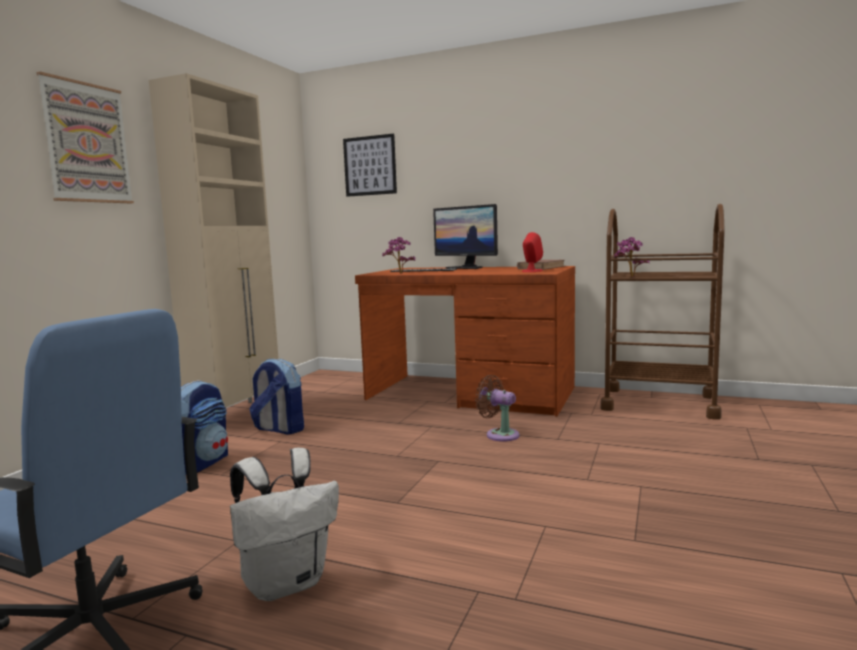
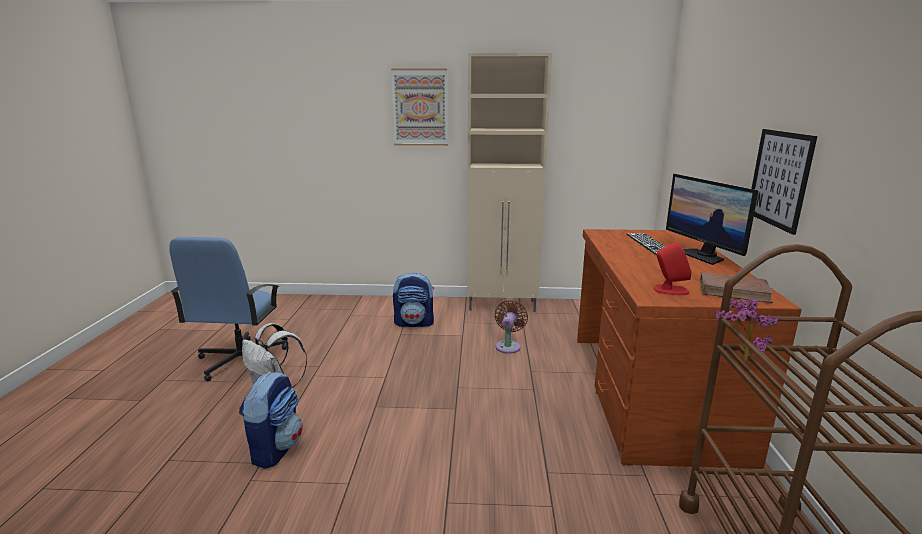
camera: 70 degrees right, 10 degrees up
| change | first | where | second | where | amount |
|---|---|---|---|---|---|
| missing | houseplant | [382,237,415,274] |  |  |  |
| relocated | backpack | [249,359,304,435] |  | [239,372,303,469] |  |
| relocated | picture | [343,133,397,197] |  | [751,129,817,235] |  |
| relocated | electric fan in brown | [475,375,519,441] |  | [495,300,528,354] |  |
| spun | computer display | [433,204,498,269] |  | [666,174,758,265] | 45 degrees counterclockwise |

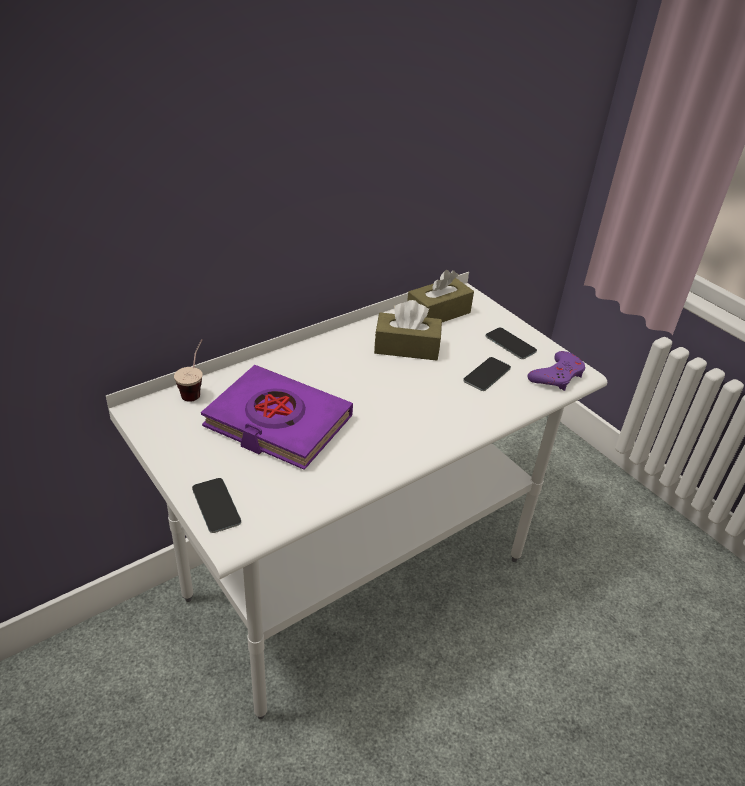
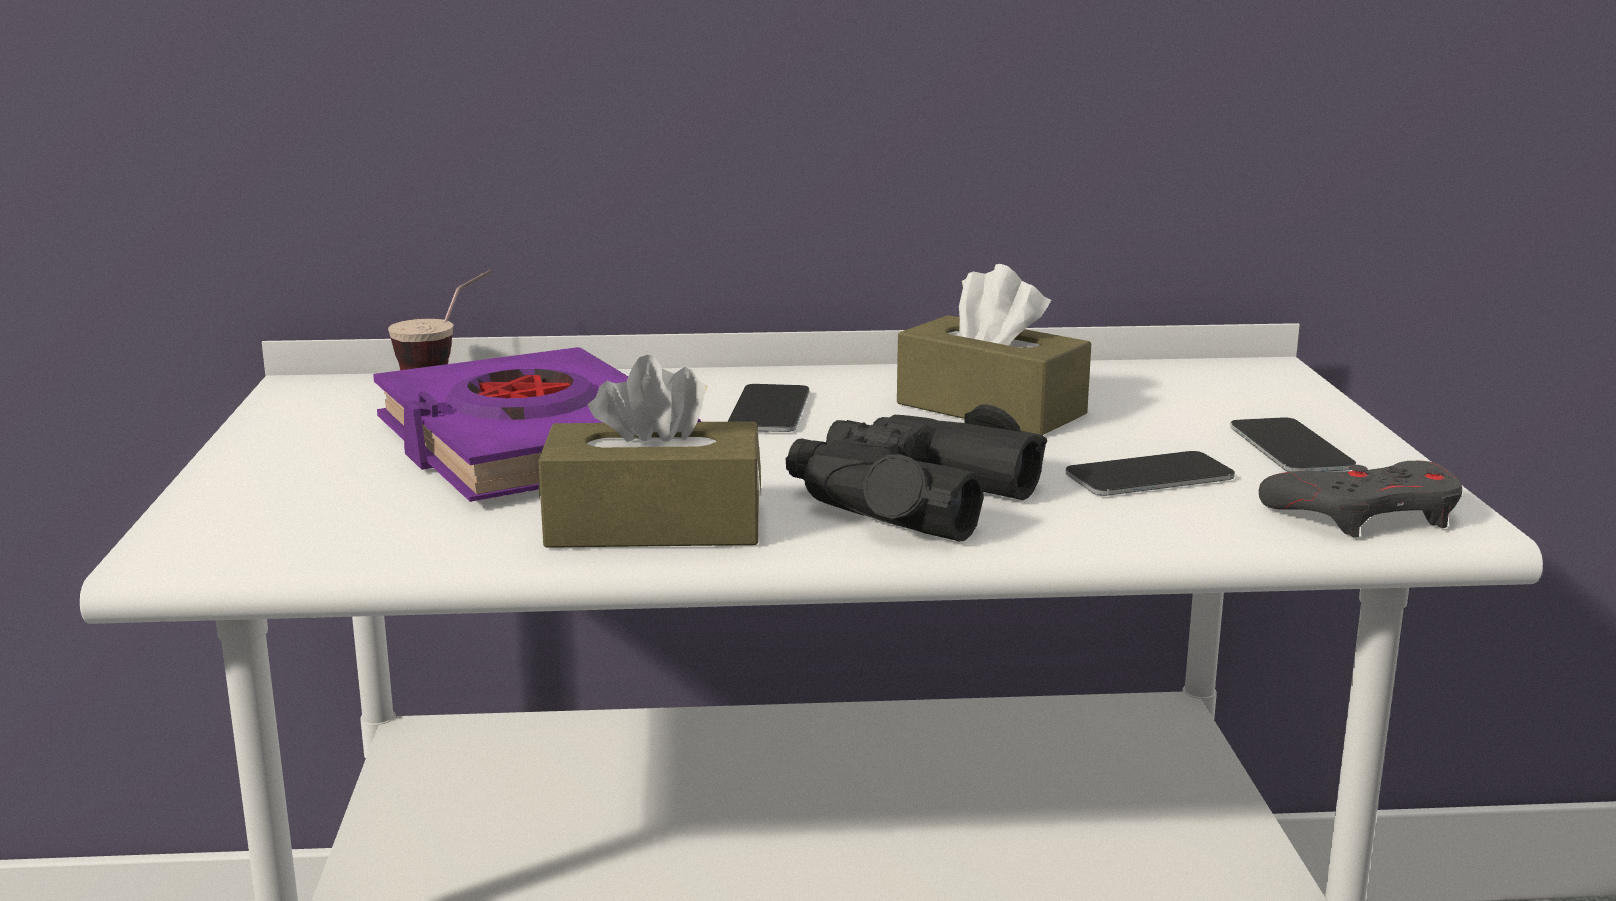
camera: 35 degrees right, 20 degrees down
| change | first | where | second | where | amount |
|---|---|---|---|---|---|
| appeared |  |  | binoculars in blackish | [785,404,1047,542] |  |
| relocated | handset | [192,478,241,533] |  | [727,384,809,432] |  |
| relocated | box of tissues in brown | [407,270,474,322] |  | [538,355,761,548] |  |
| colour | joypad in purple | [527,351,585,391] | joypad in grey | [1259,460,1462,537] |  |

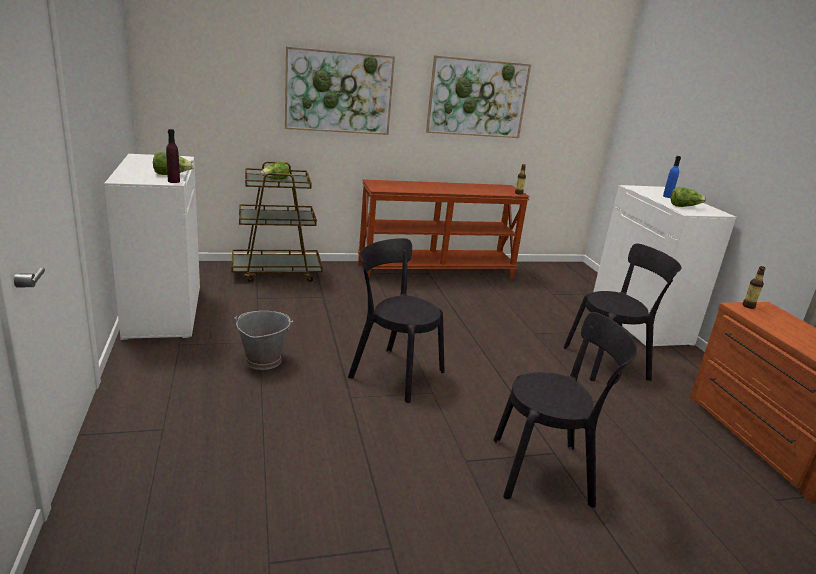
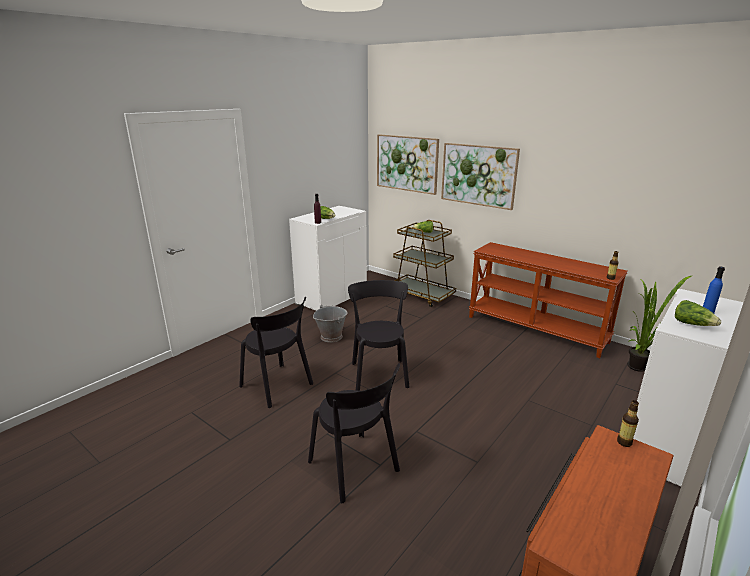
camera: 55 degrees right, 0 degrees up
| change | first | where | second | where | amount |
|---|---|---|---|---|---|
| appeared |  |  | houseplant | [627,276,692,372] |  |
| relocated | picture | [426,55,531,138] |  | [377,134,439,195] |  |
| relocated | plain chair in blackish | [563,243,681,381] |  | [239,297,313,408] |  |

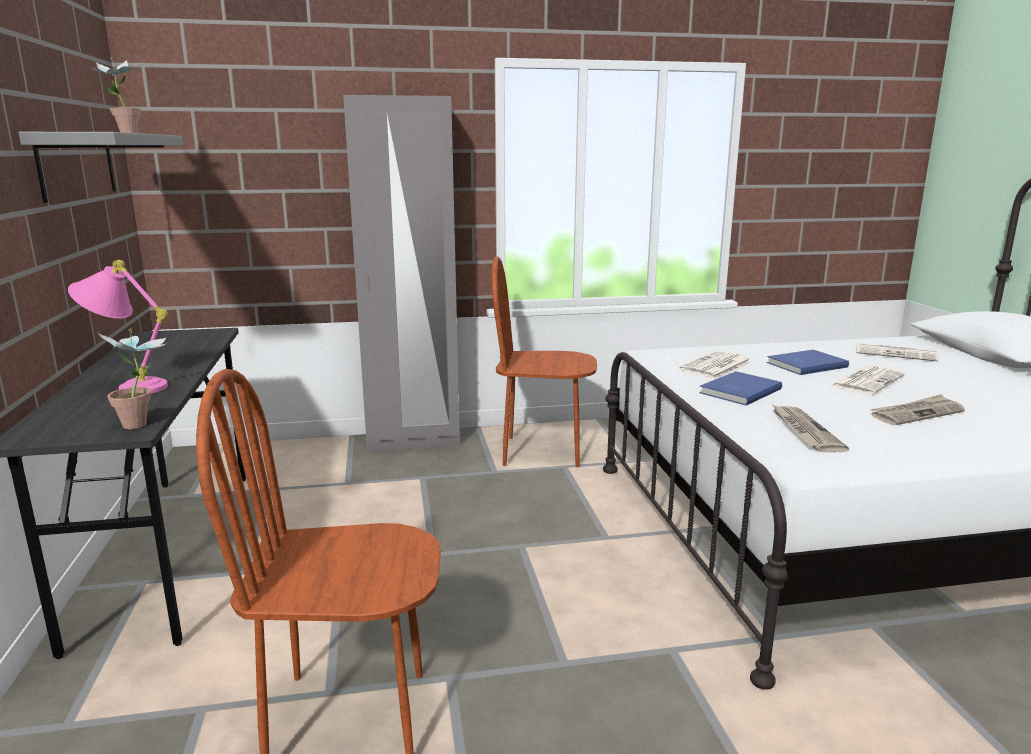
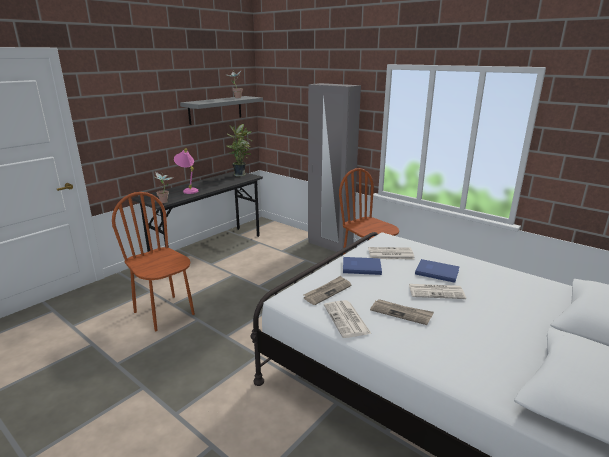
camera: 50 degrees right, 5 degrees up
| change | first | where | second | where | amount |
|---|---|---|---|---|---|
| appeared |  |  | houseplant | [227,124,253,177] |  |
| relocated | printed paper | [856,343,939,361] |  | [324,300,372,338] |  |

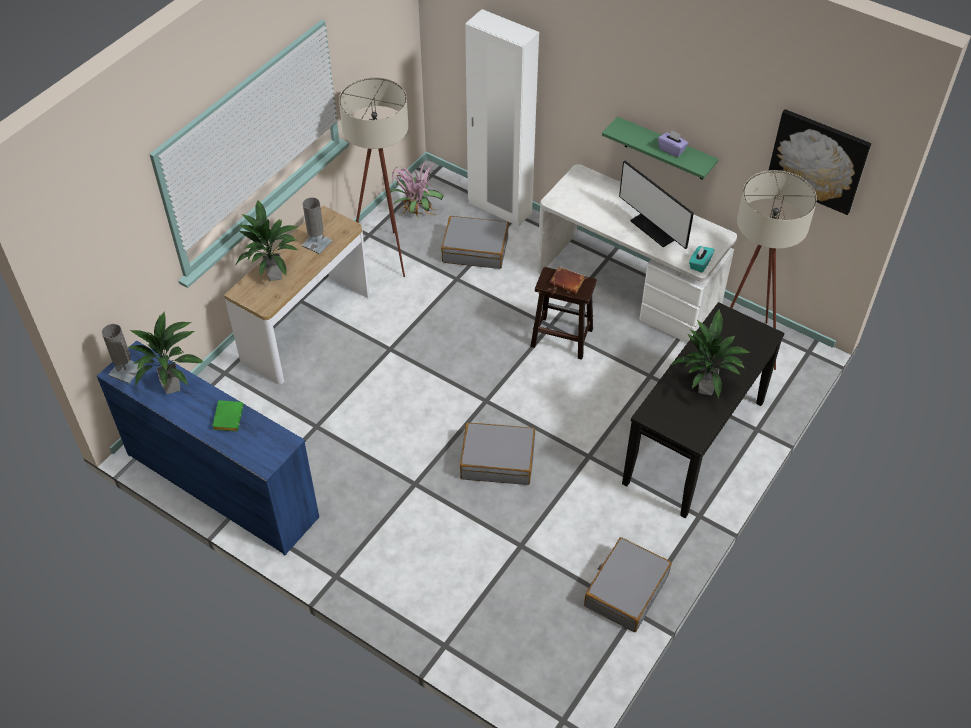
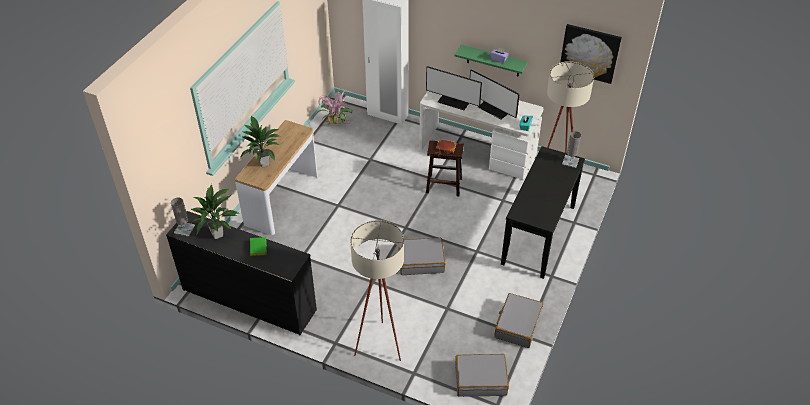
camera: 10 degrees left, 5 degrees down
| change | first | where | second | where | amount |
|---|---|---|---|---|---|
| missing | houseplant | [671,310,751,398] |  |  |  |
| appeared |  |  | computer display | [426,66,482,110] |  |
| relocated | lamp for a table in grey | [302,197,332,254] |  | [562,131,581,168] |  |
| relocated | standard lamp in sand-coloured | [339,77,408,277] |  | [350,220,404,361] |  |
| relocated | suitcase in grey | [441,216,509,269] |  | [455,354,509,397] |  |
| colour | chest of drawers in blue | [97,340,319,555] | chest of drawers in blackish | [166,211,317,335] |  |

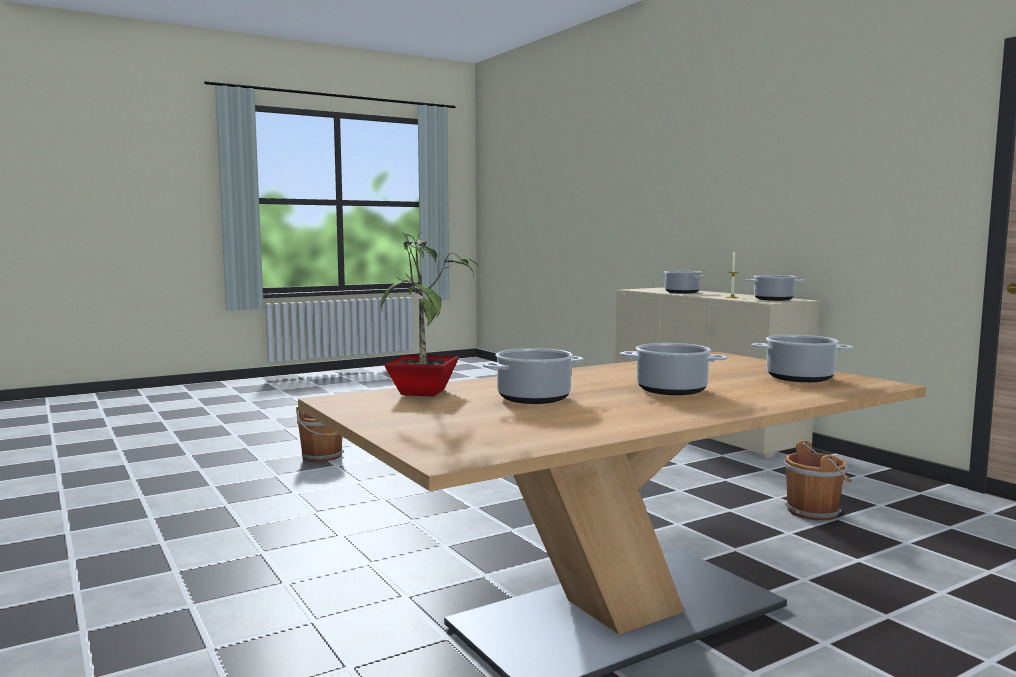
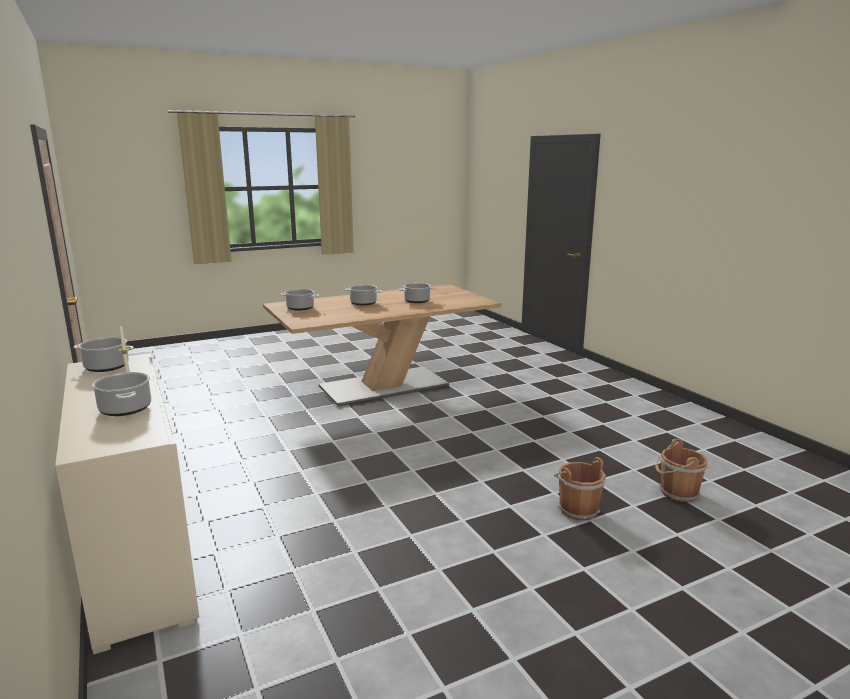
camera: 175 degrees left, 10 degrees up
| change | first | where | second | where | amount |
|---|---|---|---|---|---|
| missing | houseplant | [381,232,476,397] |  |  |  |
| relocated | bucket in brown | [782,440,852,521] |  | [655,438,709,502] |  |

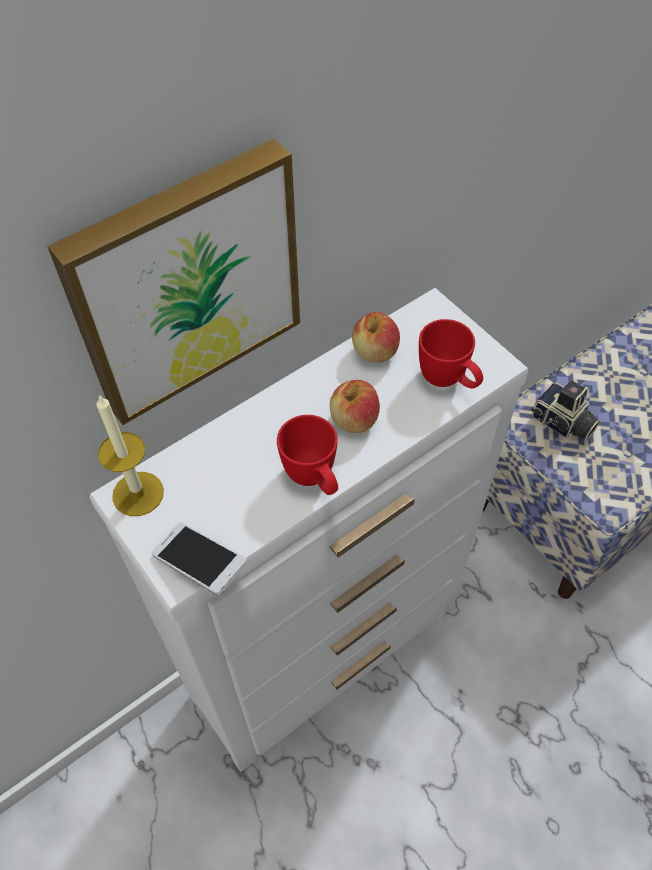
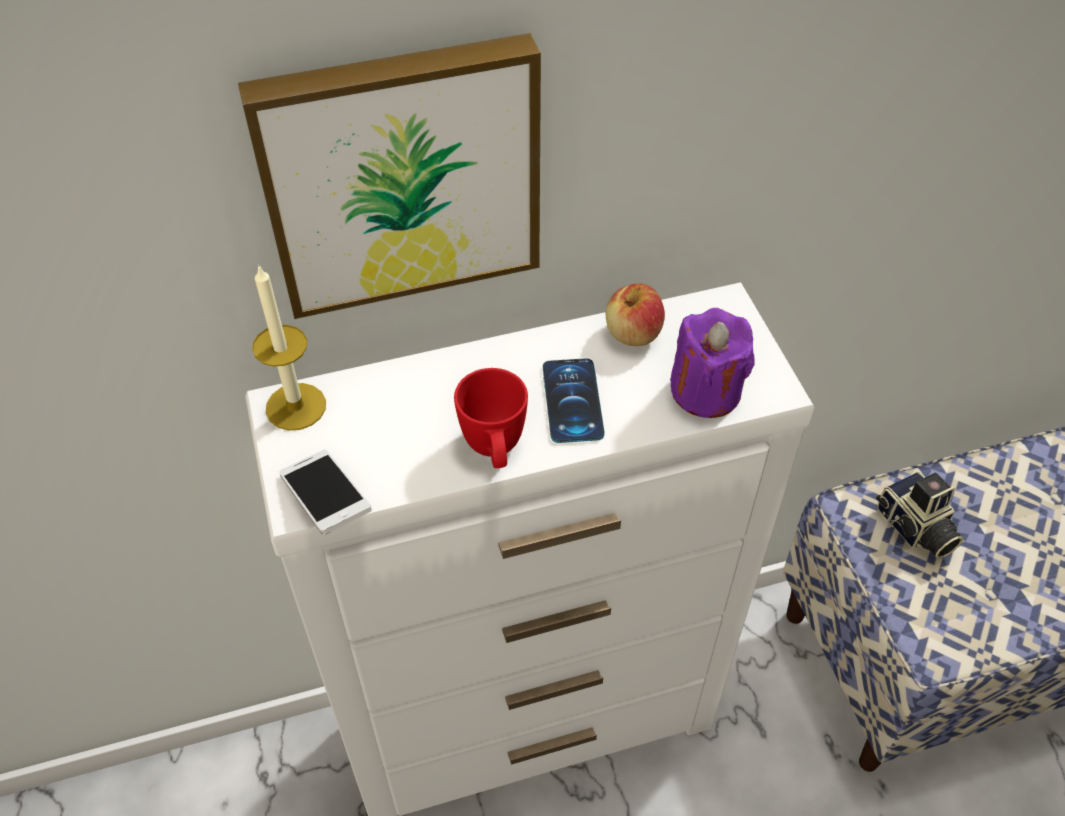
camera: 20 degrees right, 5 degrees down
| change | first | where | second | where | amount |
|---|---|---|---|---|---|
| exchanged | whole apple | [330,380,380,433] | handset | [543,358,605,443] |  |
| exchanged | mug in red-coloured | [419,319,483,389] | wax light in purple | [670,308,755,418] |  |

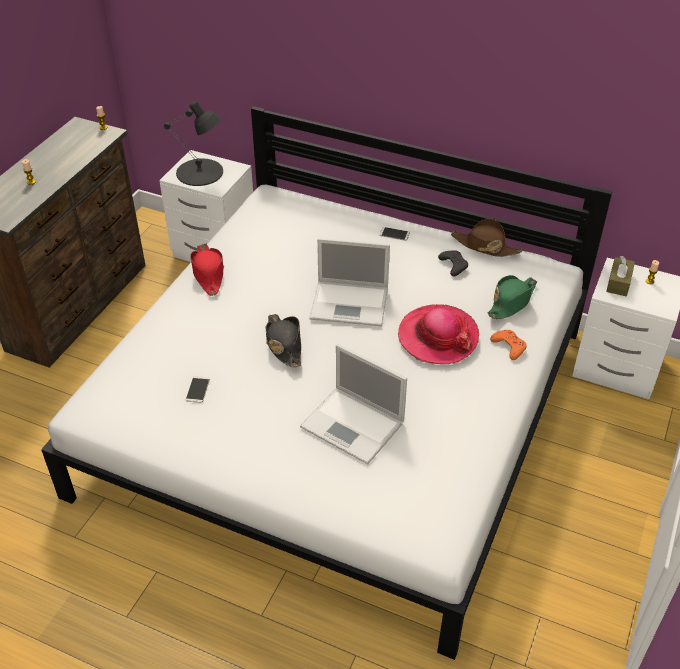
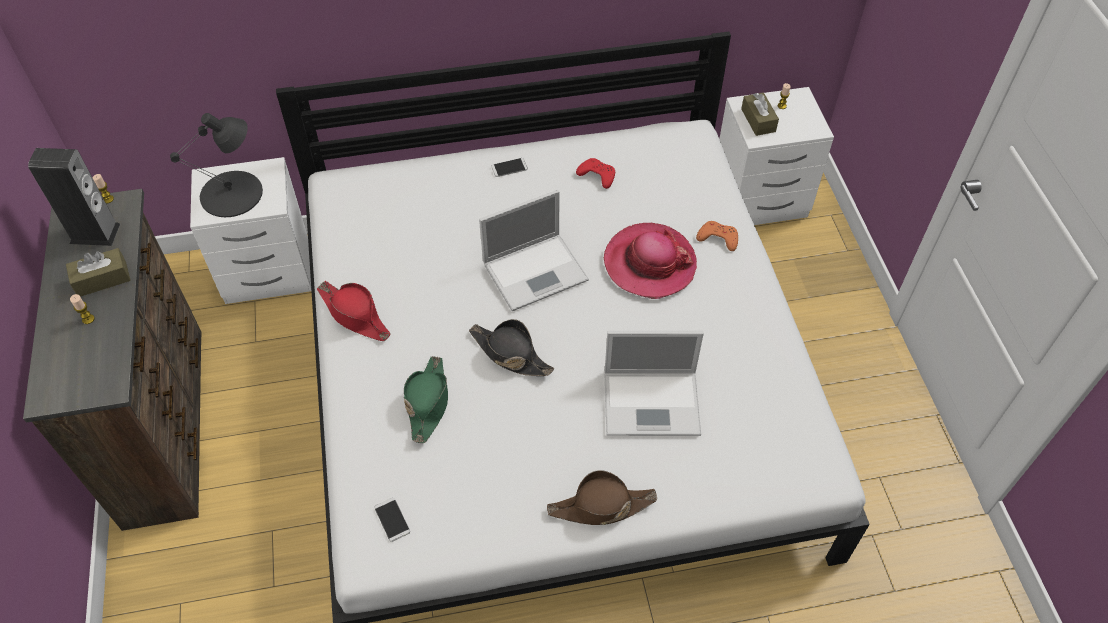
camera: 35 degrees left, 10 degrees up
| change | first | where | second | where | amount |
|---|---|---|---|---|---|
| appeared |  |  | speaker | [28,148,120,246] |  |
| appeared |  |  | box of tissues in brown | [66,248,131,297] |  |
| relocated | handset | [186,376,210,403] |  | [374,498,410,542] |  |
| relocated | clothing hat in brown | [451,218,523,257] |  | [547,470,657,525] |  |
| relocated | clothing hat in greenish | [488,275,537,319] |  | [404,356,448,443] |  |
| colour | joypad in blackish | [438,250,468,277] | joypad in red-coloured | [576,158,615,189] |  |

